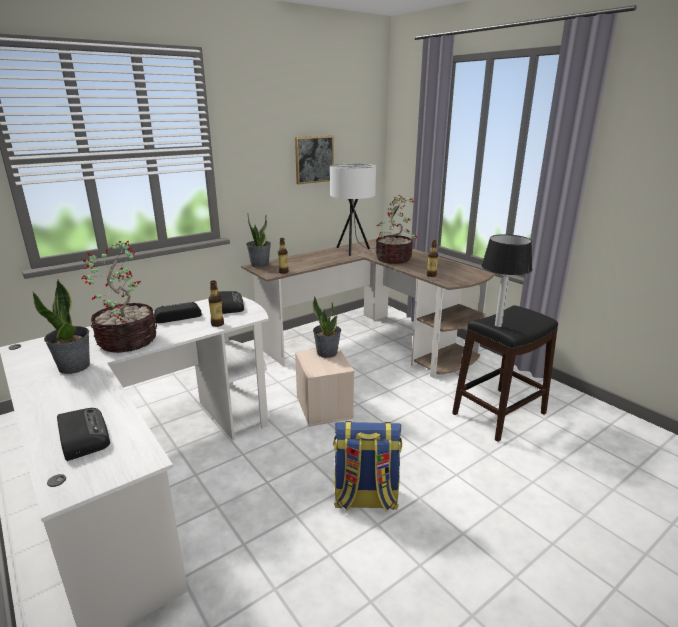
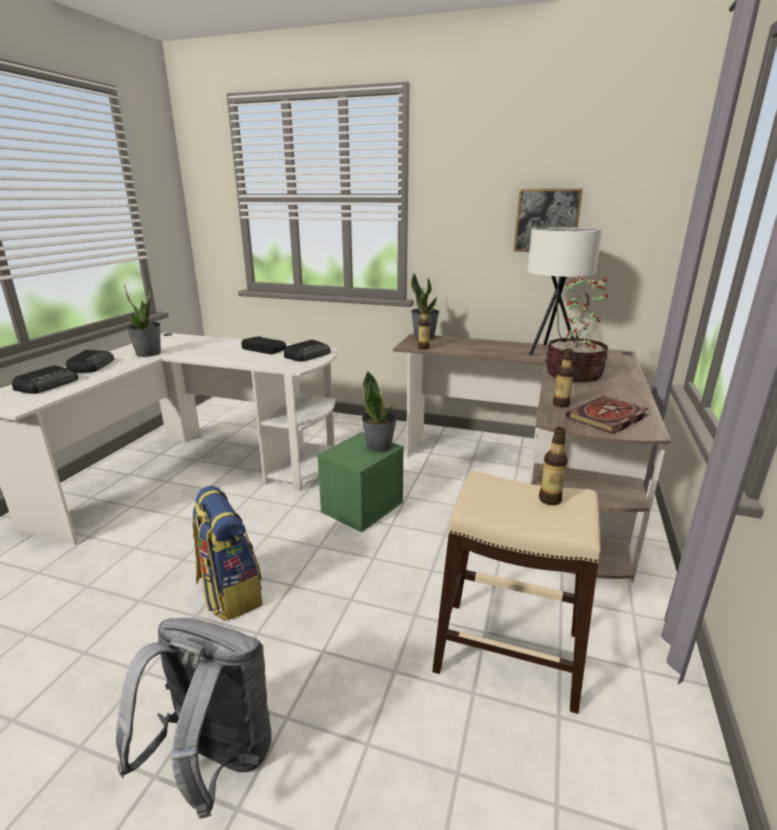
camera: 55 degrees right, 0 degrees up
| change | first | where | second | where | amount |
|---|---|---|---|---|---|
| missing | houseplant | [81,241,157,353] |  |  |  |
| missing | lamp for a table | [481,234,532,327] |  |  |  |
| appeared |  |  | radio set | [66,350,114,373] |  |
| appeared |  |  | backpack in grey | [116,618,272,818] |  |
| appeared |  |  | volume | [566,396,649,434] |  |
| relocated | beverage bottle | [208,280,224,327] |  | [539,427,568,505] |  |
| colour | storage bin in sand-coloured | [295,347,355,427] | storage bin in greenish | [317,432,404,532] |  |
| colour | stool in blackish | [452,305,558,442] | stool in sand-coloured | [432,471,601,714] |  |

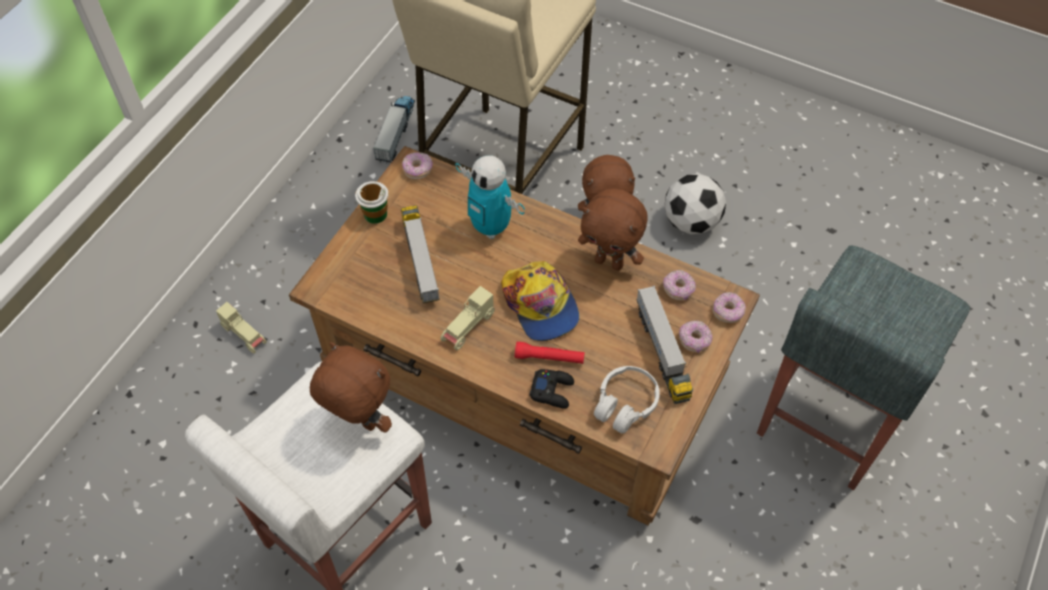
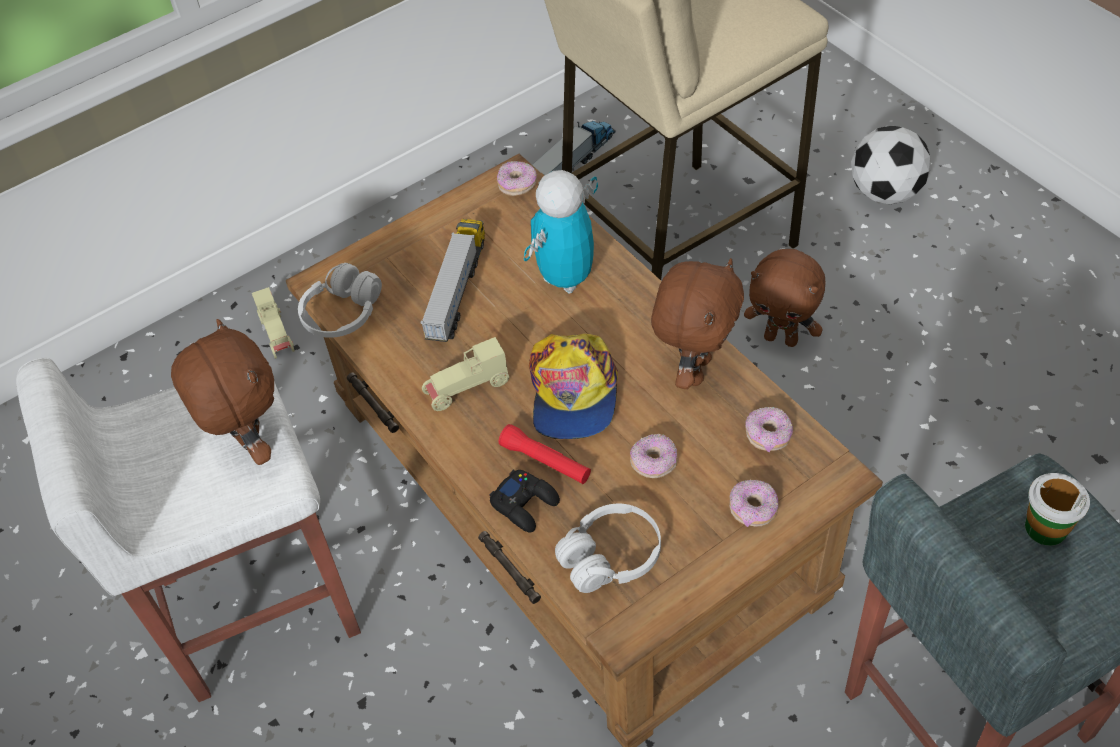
camera: 30 degrees right, 5 degrees down
| change | first | where | second | where | amount |
|---|---|---|---|---|---|
| missing | toy lorry | [636,286,693,404] |  |  |  |
| appeared |  |  | pair of headphones in white-coloured | [298,263,382,338] |  |
| relocated | small cup | [355,181,388,224] |  | [1025,473,1090,546] |  |
| relocated | football ball | [664,174,726,235] |  | [851,126,931,205] |  |
| relocated | donut | [712,292,746,323] |  | [630,434,678,478] |  |
| spun | model robot | [455,155,525,239] |  | [523,170,598,293] | 60 degrees clockwise |
| spun | soft toy in brown | [578,188,647,271] |  | [651,258,744,389] | 120 degrees counterclockwise |

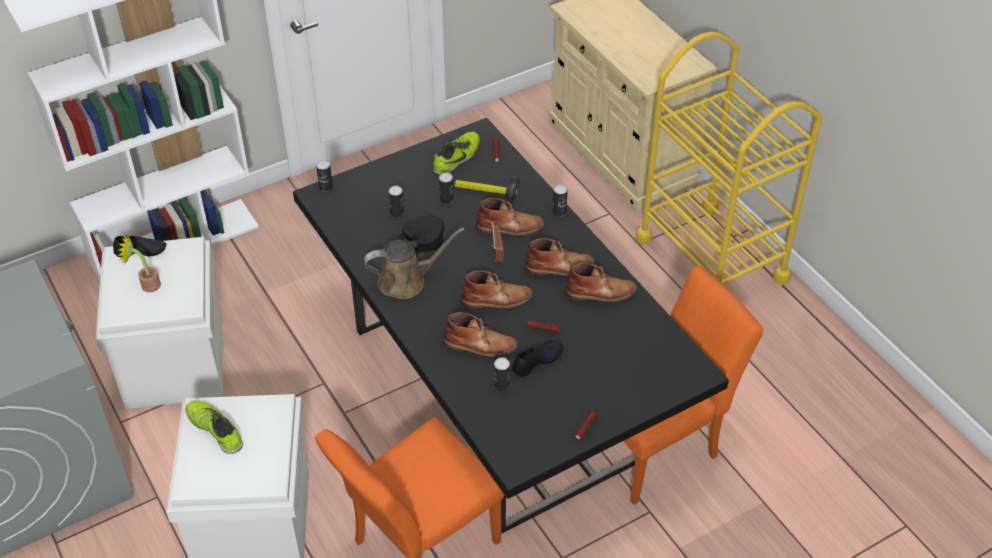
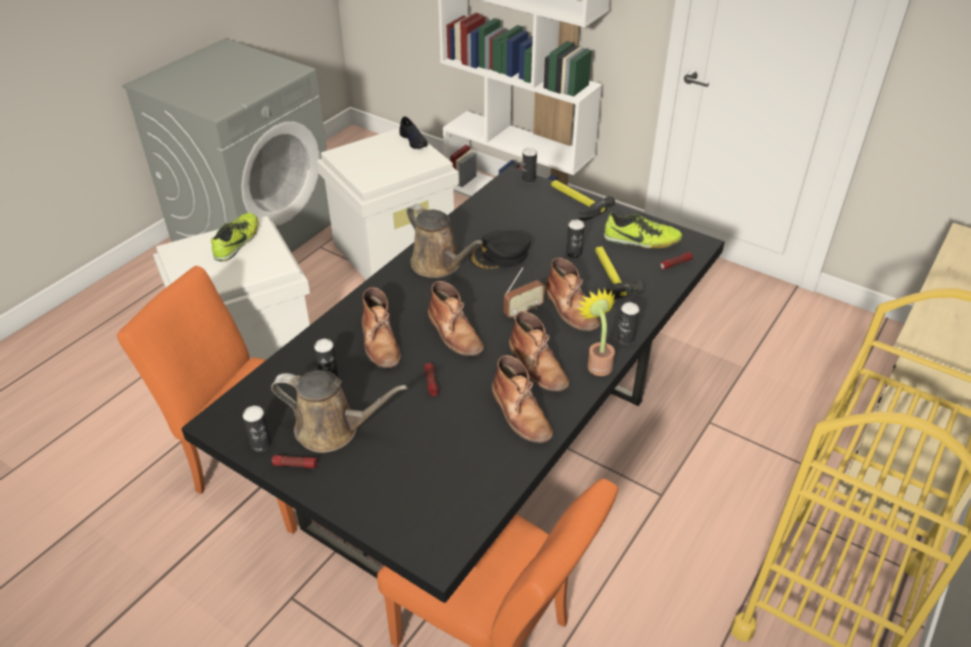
camera: 65 degrees right, 5 degrees down
| change | first | where | second | where | amount |
|---|---|---|---|---|---|
| missing | shoe in blackish | [512,341,563,377] |  |  |  |
| appeared |  |  | sprinkling can in brown | [271,370,408,453] |  |
| appeared |  |  | tool hammer | [551,180,615,221] |  |
| relocated | houseplant | [118,233,161,292] |  | [577,288,616,376] |  |
| relocated | metal can | [389,186,404,218] |  | [243,406,271,452] |  |
| spun | cap in blackish | [396,215,444,258] |  | [469,230,531,270] | 45 degrees counterclockwise |

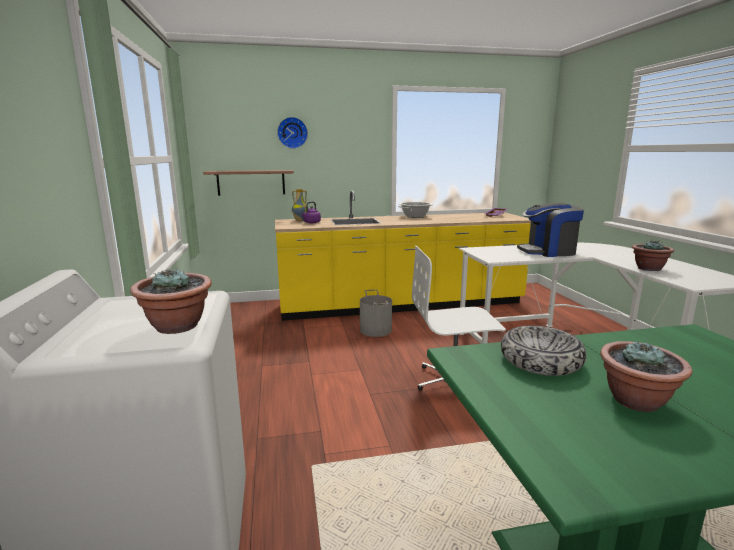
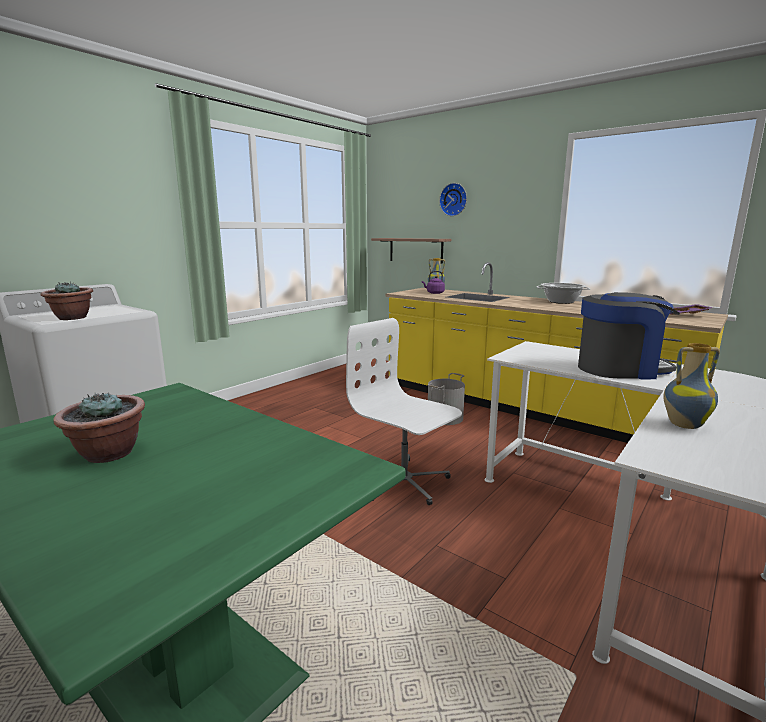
camera: 50 degrees right, 0 degrees up
| change | first | where | second | where | amount |
|---|---|---|---|---|---|
| missing | bowl | [501,326,587,376] |  |  |  |
| exchanged | houseplant | [632,240,674,271] | decorative vase | [663,343,720,429] |  |
| spun | coffee brewer | [517,203,584,257] |  | [578,292,680,379] | 135 degrees clockwise |

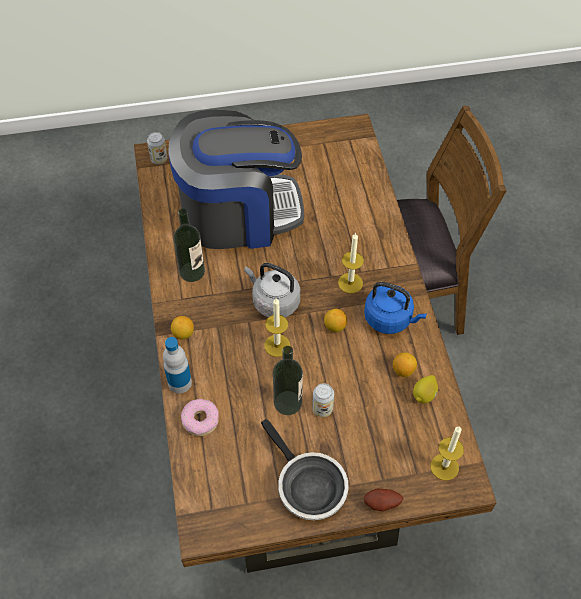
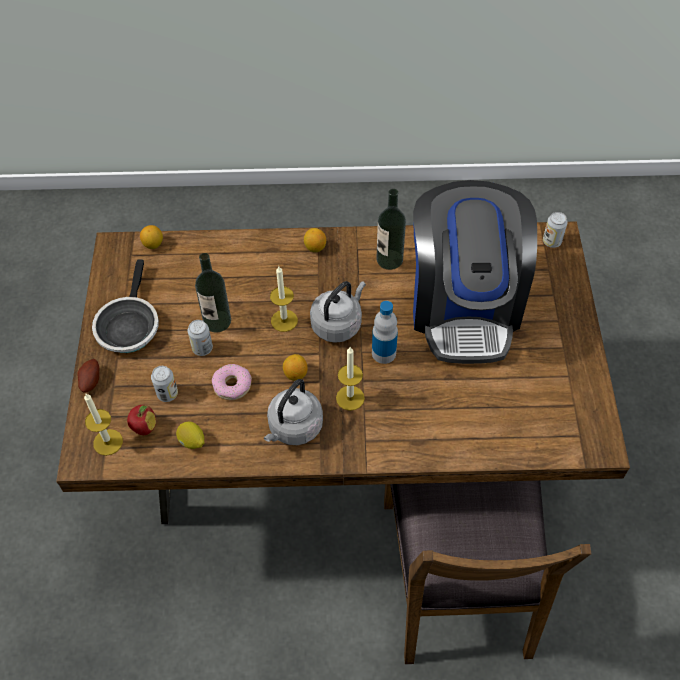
camera: 100 degrees right, 0 degrees up
| change | first | where | second | where | amount |
|---|---|---|---|---|---|
| appeared |  |  | whole apple | [127,405,156,435] |  |
| appeared |  |  | metal can | [151,366,178,402] |  |
| relocated | beverage bottle | [163,337,192,394] |  | [372,301,398,364] |  |
| relocated | donut | [181,399,219,436] |  | [212,364,252,400] |  |
| relocated | whole lemon | [393,352,417,377] |  | [140,225,163,249] |  |
| colour | tea kettle in blue | [364,282,427,334] | tea kettle in grey | [264,379,323,445] |  |
| spun | pan | [261,419,349,520] |  | [92,259,159,353] | 60 degrees counterclockwise |

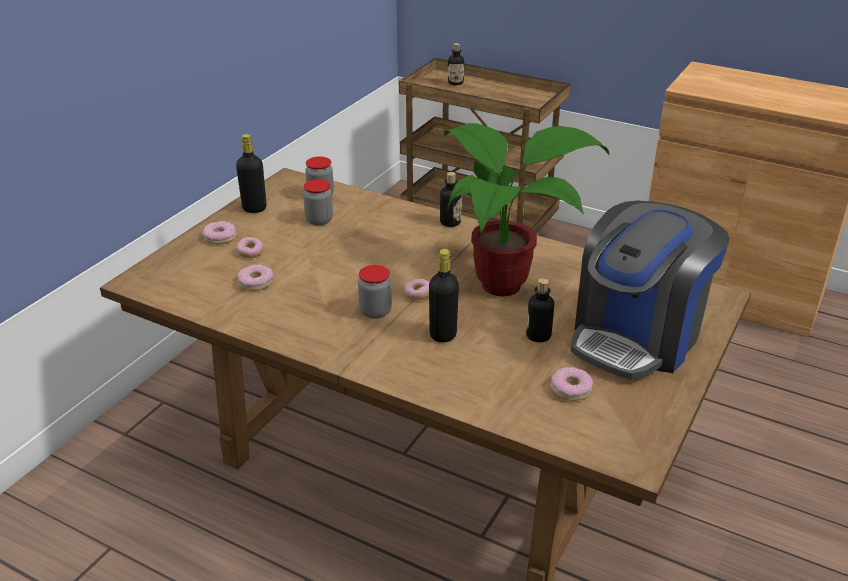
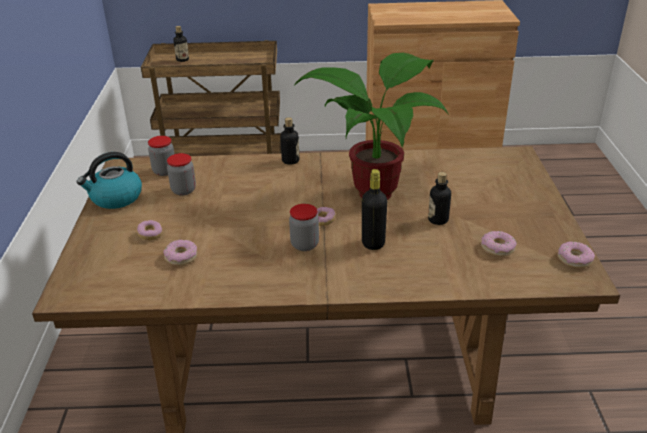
camera: 30 degrees left, 0 degrees up
| change | first | where | second | where | amount |
|---|---|---|---|---|---|
| missing | coffee brewer | [571,200,730,380] |  |  |  |
| relocated | donut | [203,221,237,244] |  | [558,241,595,268] |  |
| exchanged | beverage bottle in blackish | [236,134,266,213] | tea kettle | [77,152,142,209] |  |

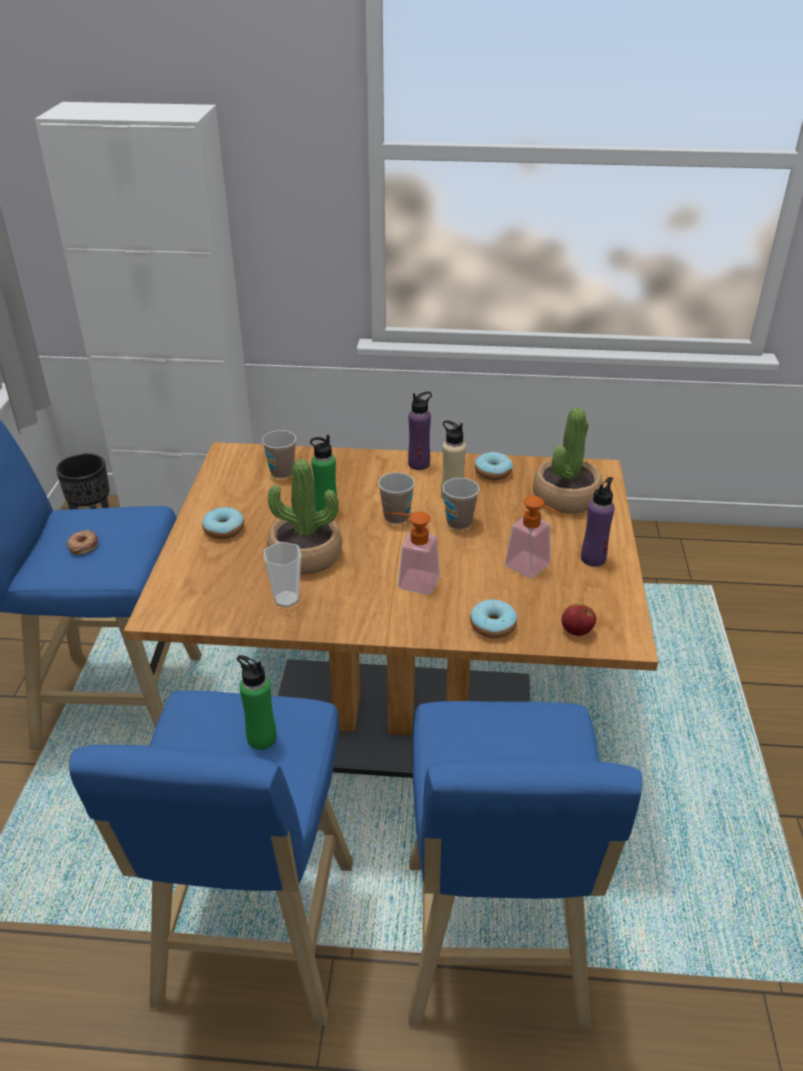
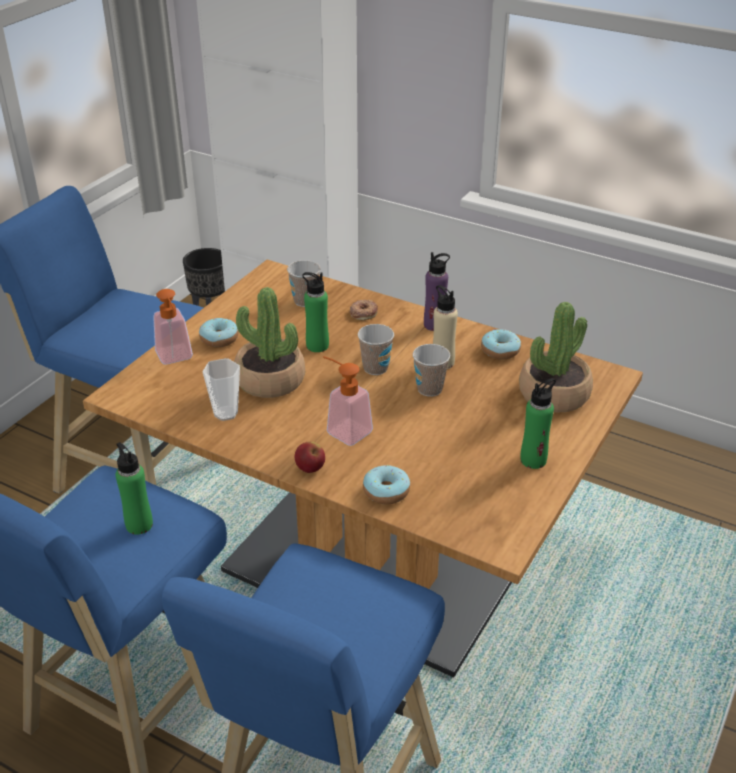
camera: 25 degrees right, 0 degrees up
| change | first | where | second | where | amount |
|---|---|---|---|---|---|
| relocated | donut | [67,530,98,555] |  | [350,300,378,321] |  |
| relocated | soap dispenser | [505,496,564,578] |  | [153,289,193,365] |  |
| relocated | whole apple | [562,603,596,636] |  | [295,442,325,473] |  |
| colour | beverage bottle in purple | [581,477,615,567] | beverage bottle in greenish | [520,378,556,469] |  |

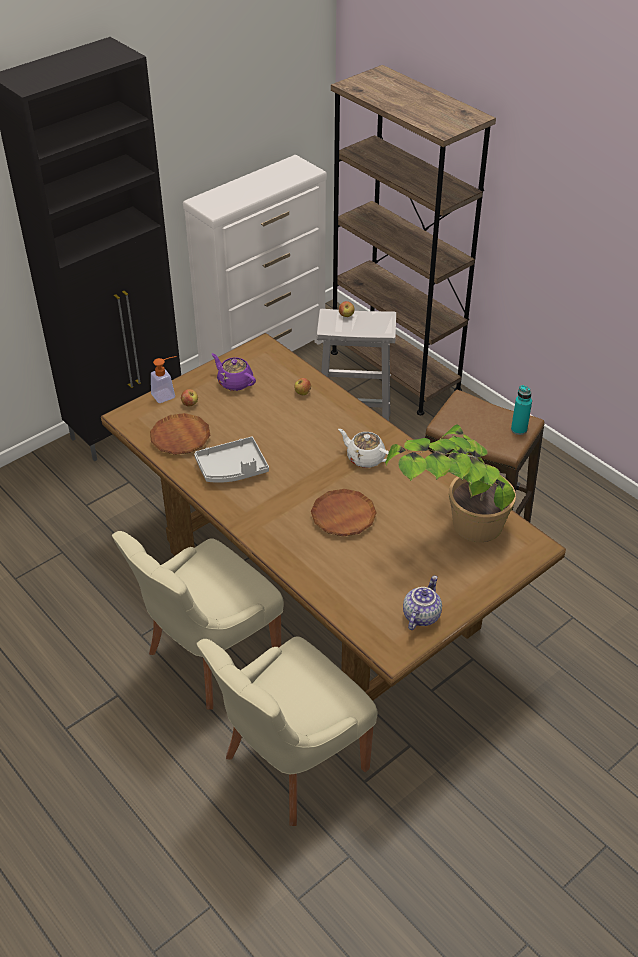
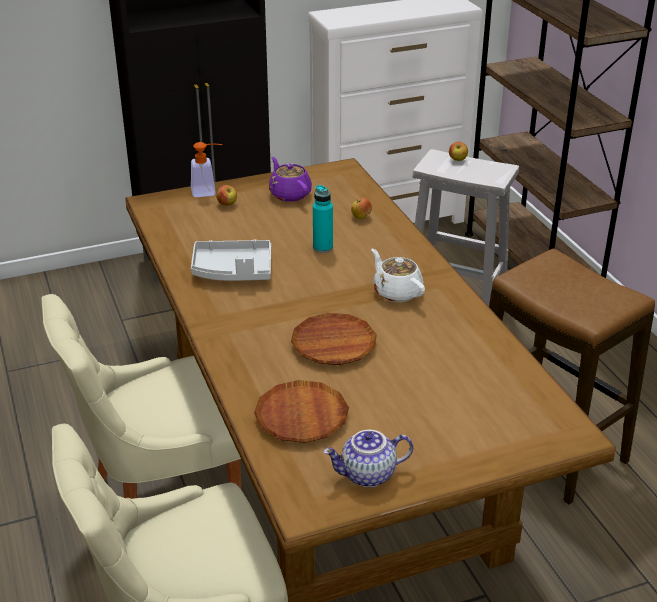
camera: 20 degrees right, 10 degrees down
| change | first | where | second | where | amount |
|---|---|---|---|---|---|
| missing | houseplant | [385,424,516,542] |  |  |  |
| relocated | dinner plate in brown | [150,413,210,455] |  | [254,380,349,443] |  |
| relocated | beverage bottle in turquoise | [511,385,532,435] |  | [313,185,333,253] |  |
| spun | tea pot | [403,576,442,630] |  | [323,430,413,487] | 150 degrees counterclockwise |

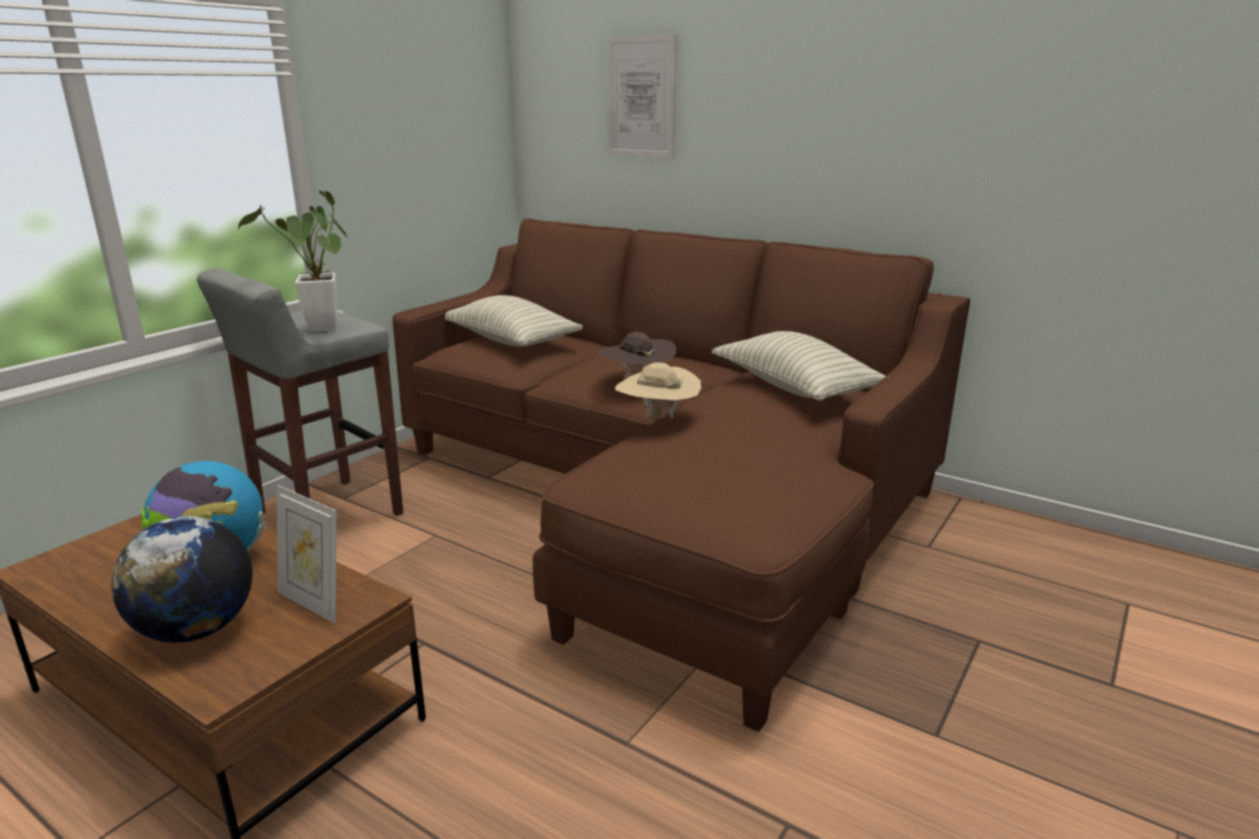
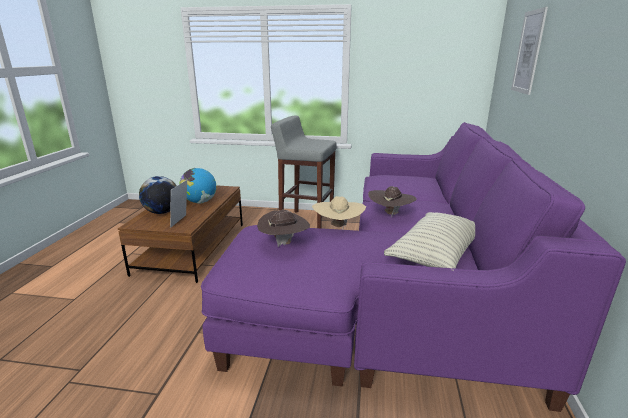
camera: 65 degrees right, 0 degrees up
| change | first | where | second | where | amount |
|---|---|---|---|---|---|
| missing | houseplant | [238,190,349,332] |  |  |  |
| missing | pillow | [445,295,583,347] |  |  |  |
| appeared |  |  | clothing hat in brown | [257,210,310,247] |  |
| colour | sofa in brown | [392,219,970,732] | sofa in purple | [201,122,626,412] |  |

